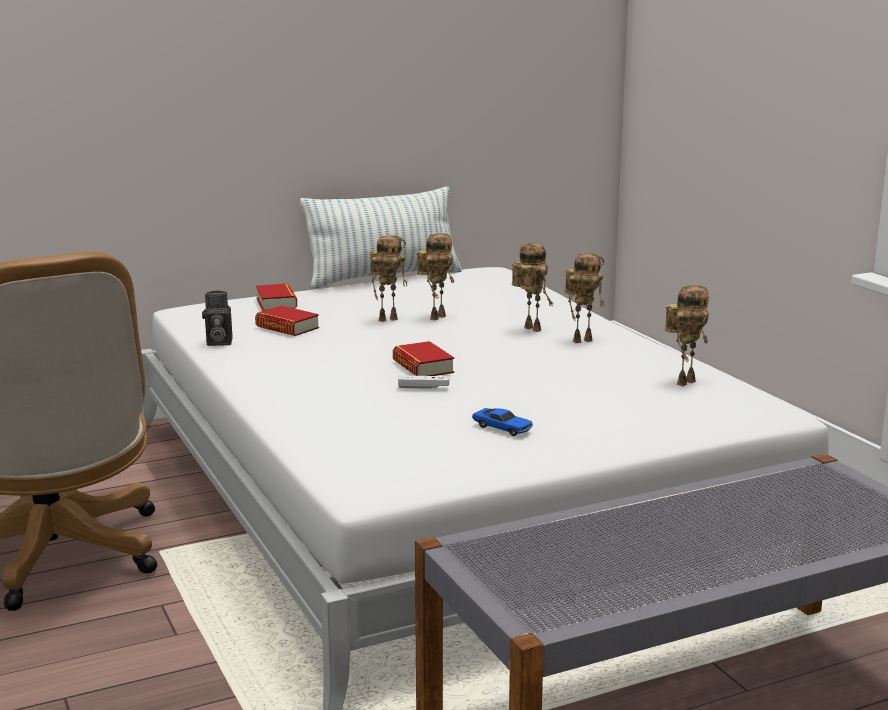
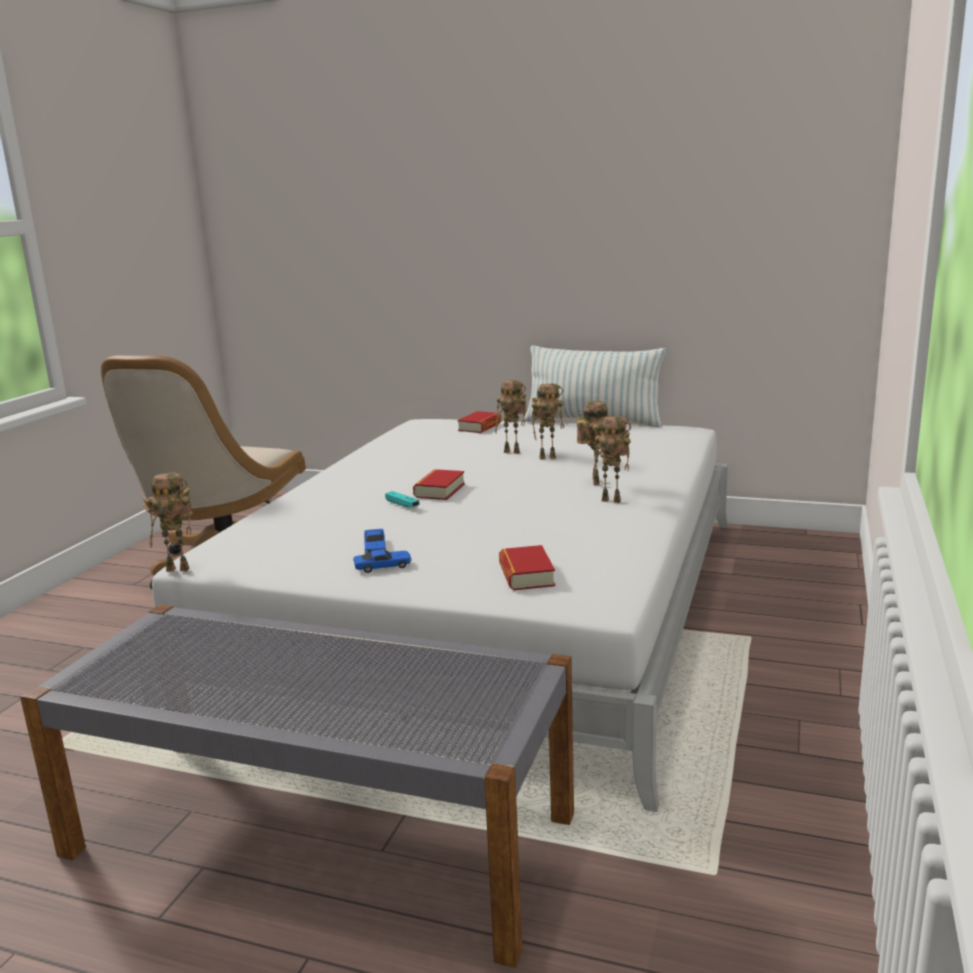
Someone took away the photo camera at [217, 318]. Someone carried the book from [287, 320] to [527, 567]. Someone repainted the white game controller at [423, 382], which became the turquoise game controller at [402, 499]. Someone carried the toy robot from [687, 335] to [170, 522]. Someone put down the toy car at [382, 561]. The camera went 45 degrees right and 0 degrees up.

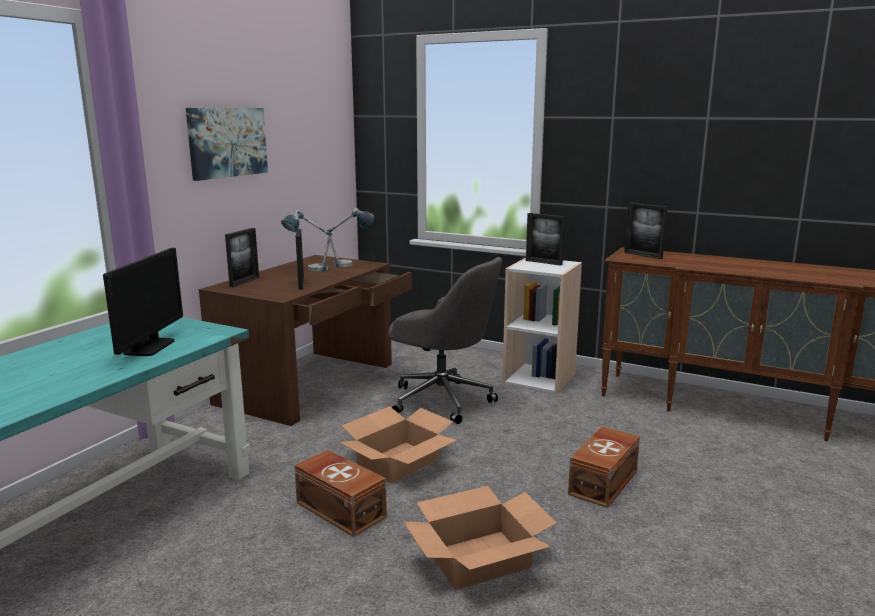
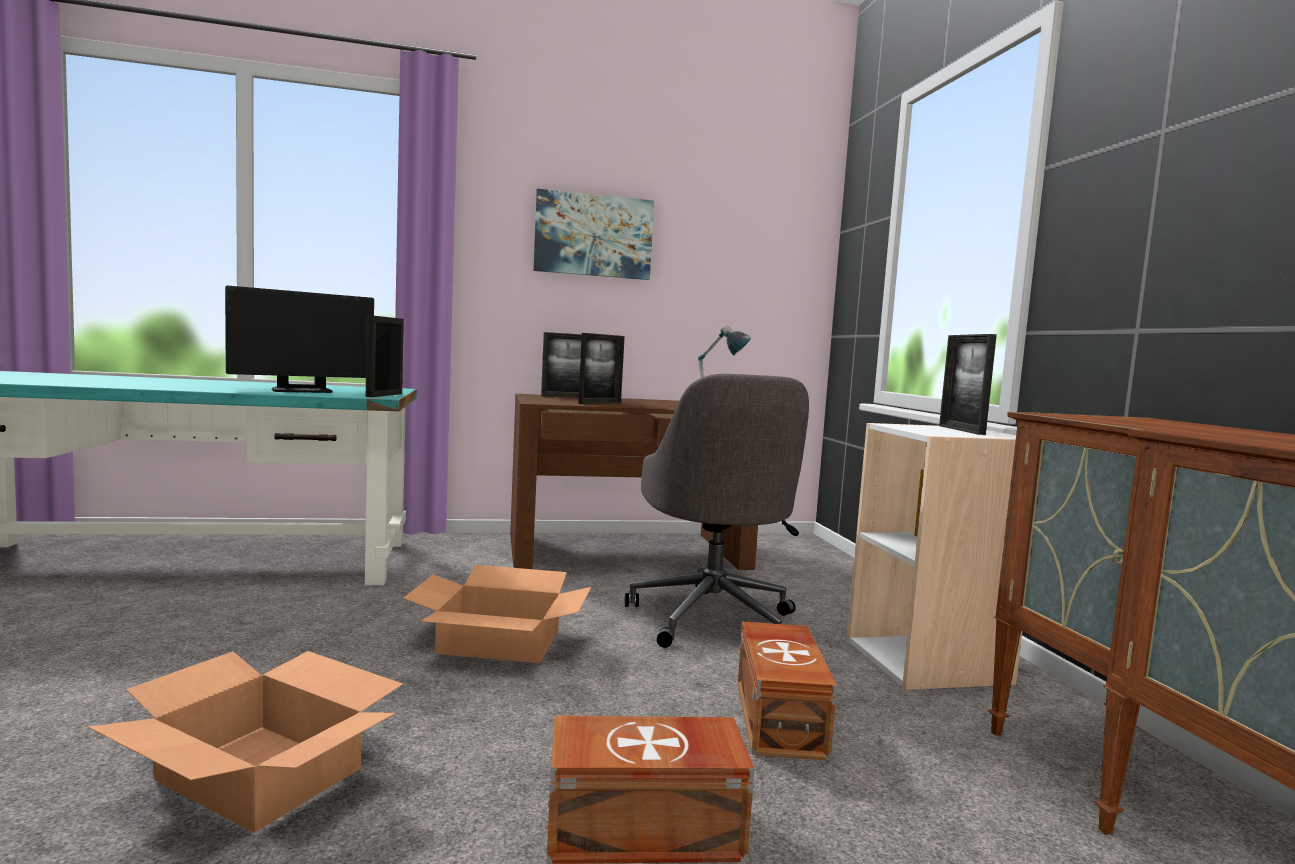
Someone took away the table lamp at [306, 241]. Someone carried the brown storage box from [340, 493] to [787, 691]. Someone carried the picture frame from [646, 230] to [385, 356]. The camera went 50 degrees right and 10 degrees down.

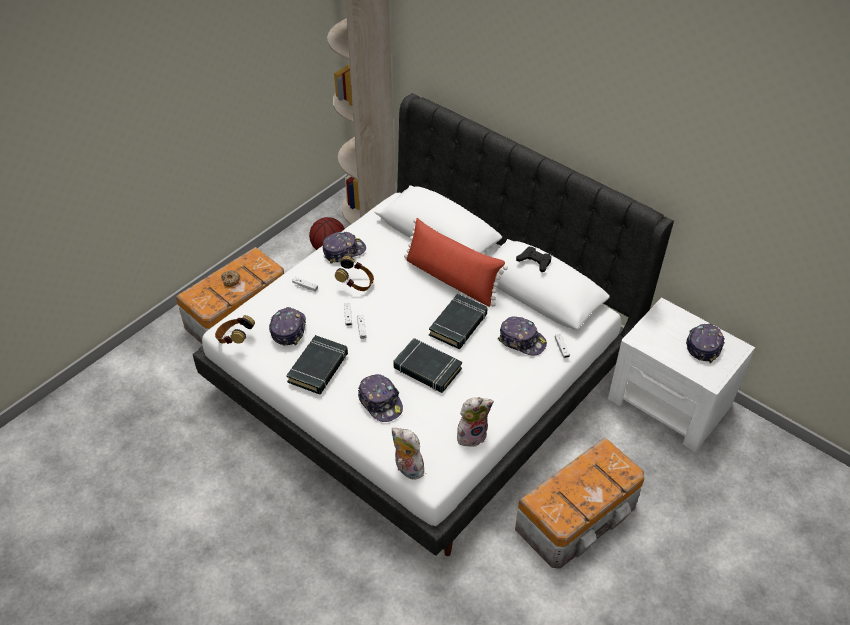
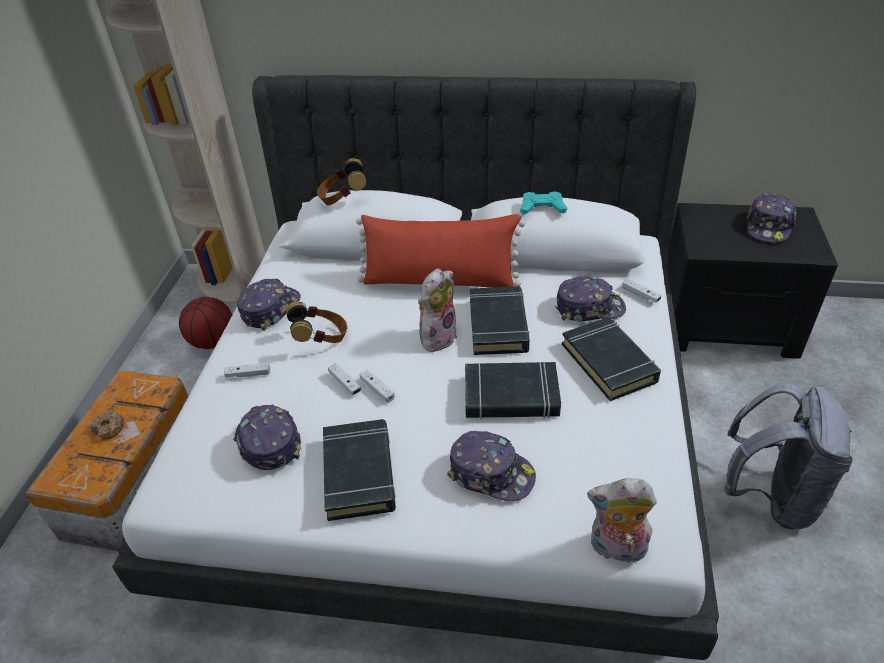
Someone carried the headphones from [235, 329] to [341, 182]. Someone carried the plush toy from [475, 422] to [437, 310]. Someone swapped the storage box at [579, 503] for the grey backpack at [788, 456]. Someone repainted the black game controller at [534, 259], which became the turquoise game controller at [543, 203]. Someone repainted the white nightstand at [681, 374], which became the black nightstand at [753, 281]. Someone rotated the cap at [705, 343] by 150 degrees counterclockwise. Someone put down the black book at [611, 359]. The camera went 30 degrees left and 5 degrees down.

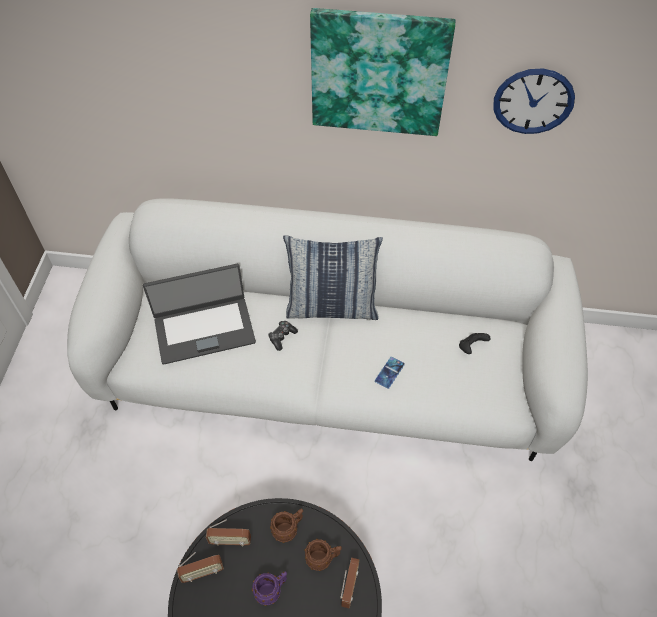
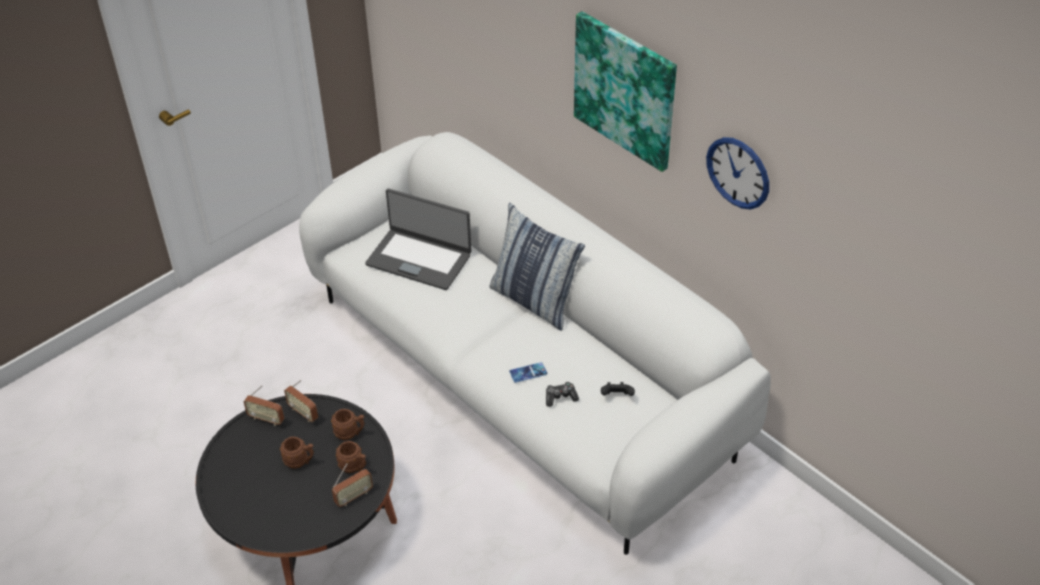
Someone repainted the purple mug at [269, 588], which became the brown mug at [297, 453]. Someone carried the game controller from [283, 336] to [562, 394]. The camera went 40 degrees right and 10 degrees down.

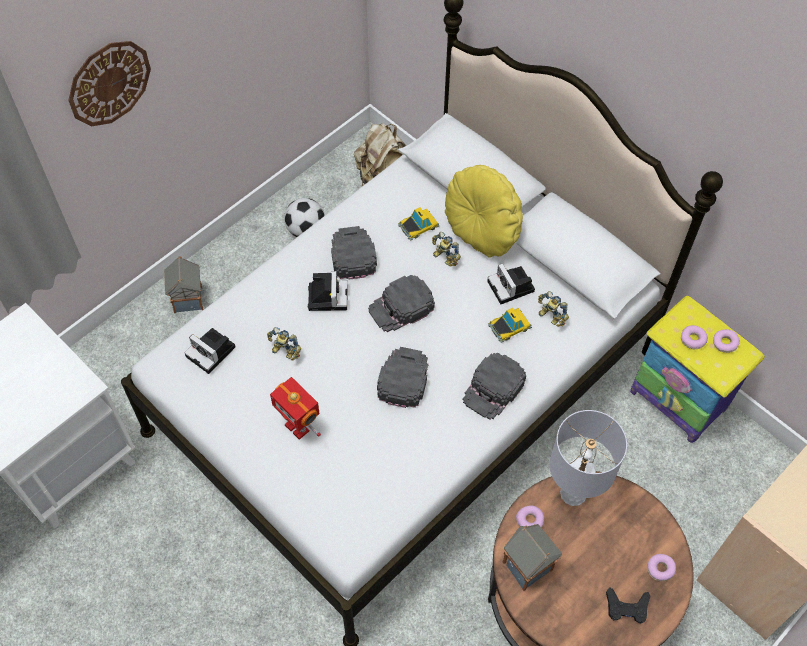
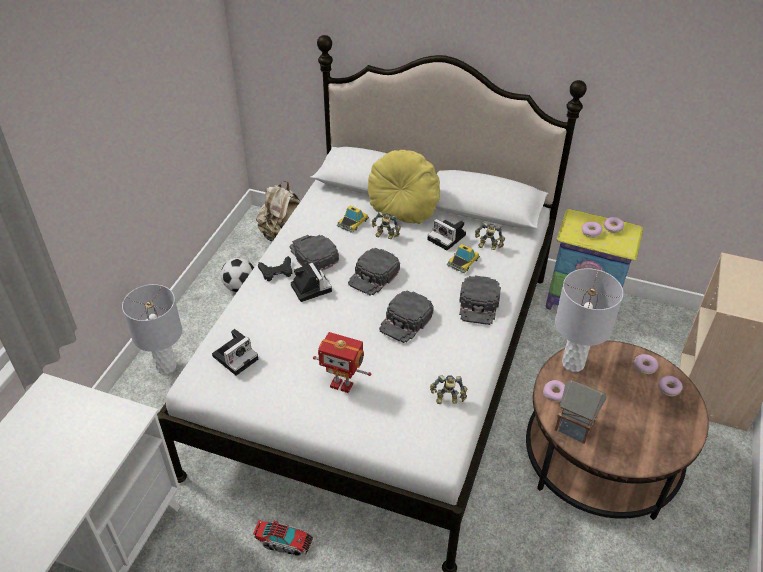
Someone took away the wall clock at [109, 83]. Someone swapped the toy house at [183, 284] for the grey table lamp at [152, 329]. Someone rotated the photo camera at [209, 351] by 60 degrees counterclockwise. Someone carried the toy robot from [284, 343] to [449, 389]. Someone rotated the black cap at [403, 377] by 135 degrees counterclockwise. Someone carried the black game controller from [628, 605] to [275, 268]. Someone put down the toy truck at [283, 538]. Someone put down the donut at [646, 364]. The camera went 25 degrees left and 15 degrees down.

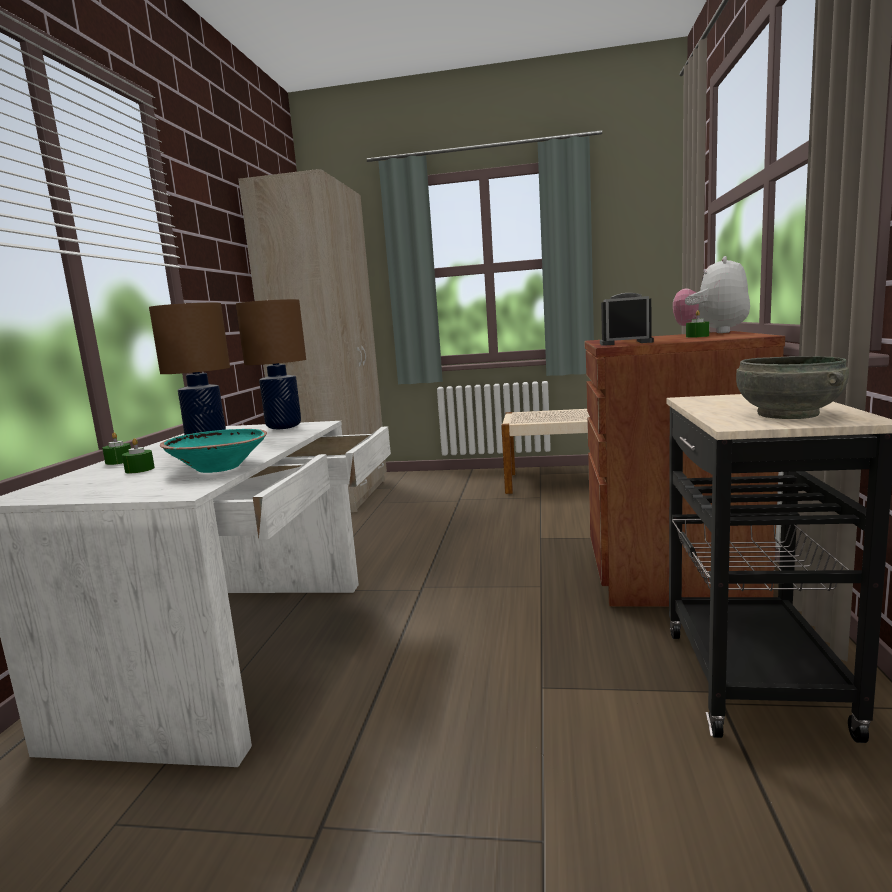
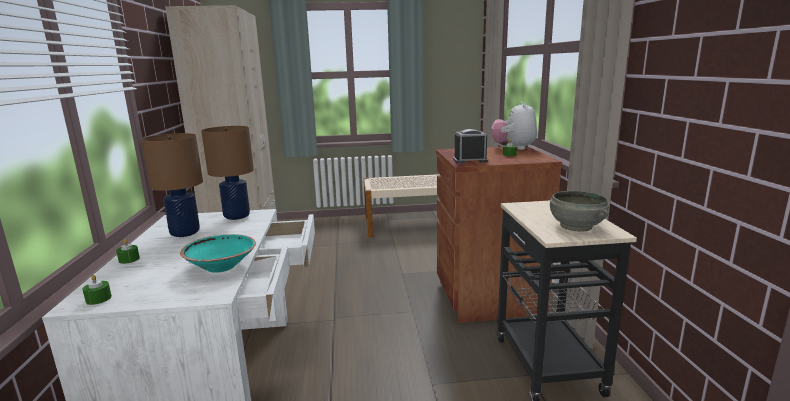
Someone carried the green candle from [138, 455] to [97, 290]. The camera went 15 degrees left and 5 degrees up.

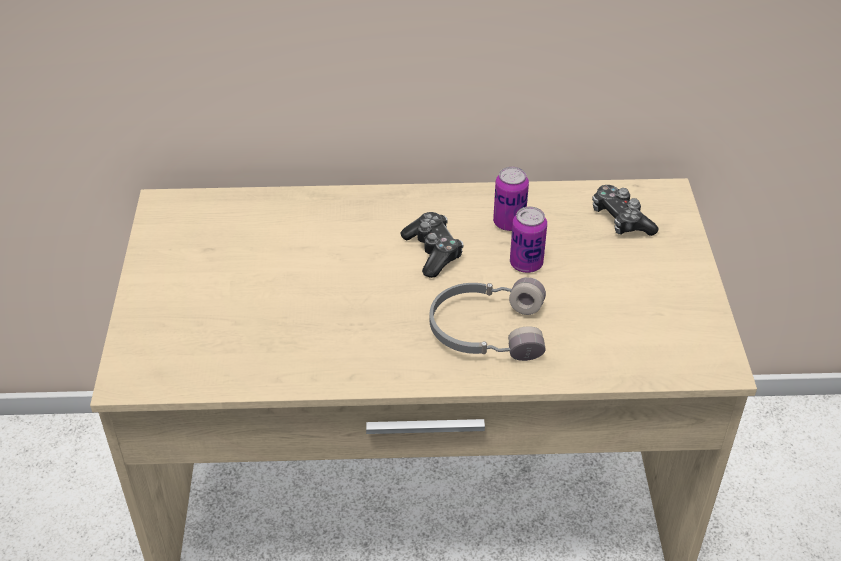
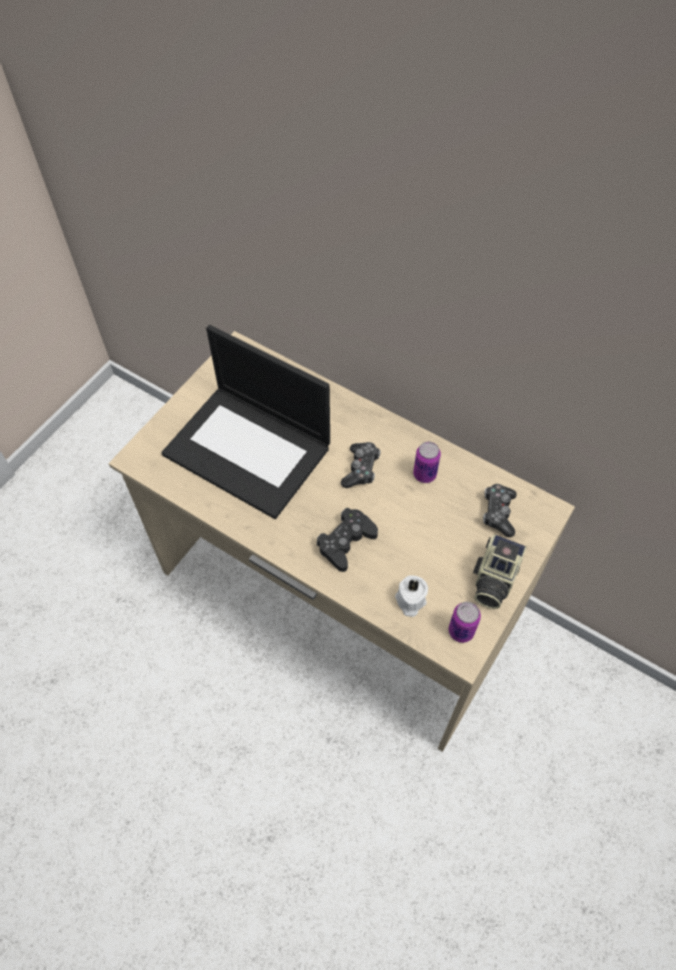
Someone swapped the grey headphones at [488, 319] for the black game controller at [347, 540]. Someone carried the can from [528, 239] to [465, 622]. Someone put down the laptop at [245, 422]. Someone put down the white candle at [411, 596]. Someone put down the photo camera at [500, 572]. The camera went 35 degrees right and 15 degrees up.

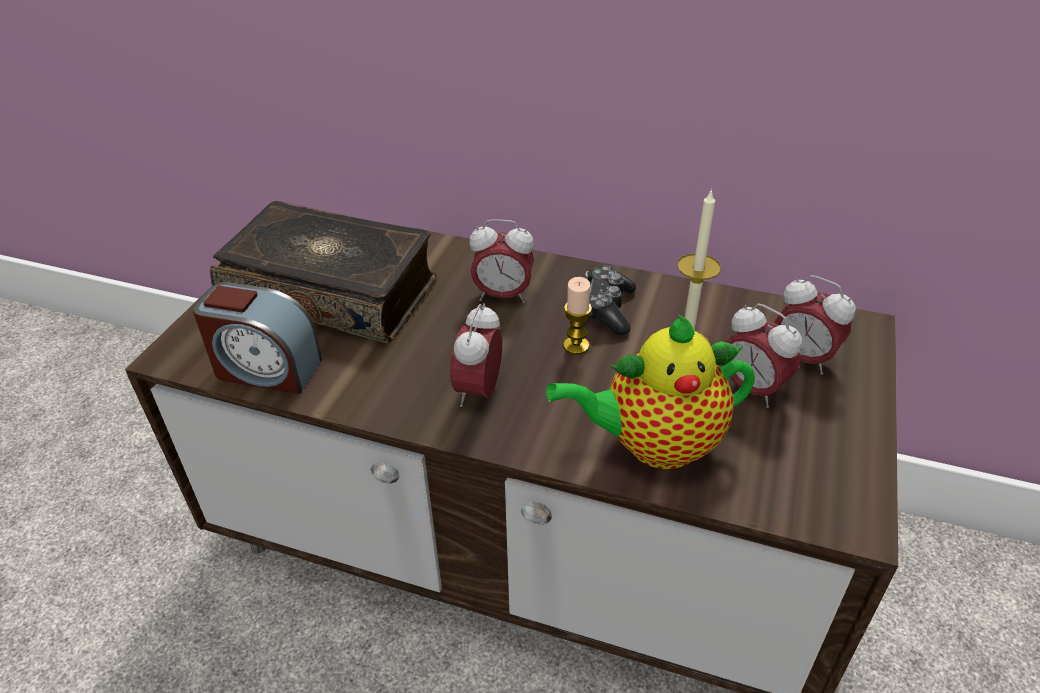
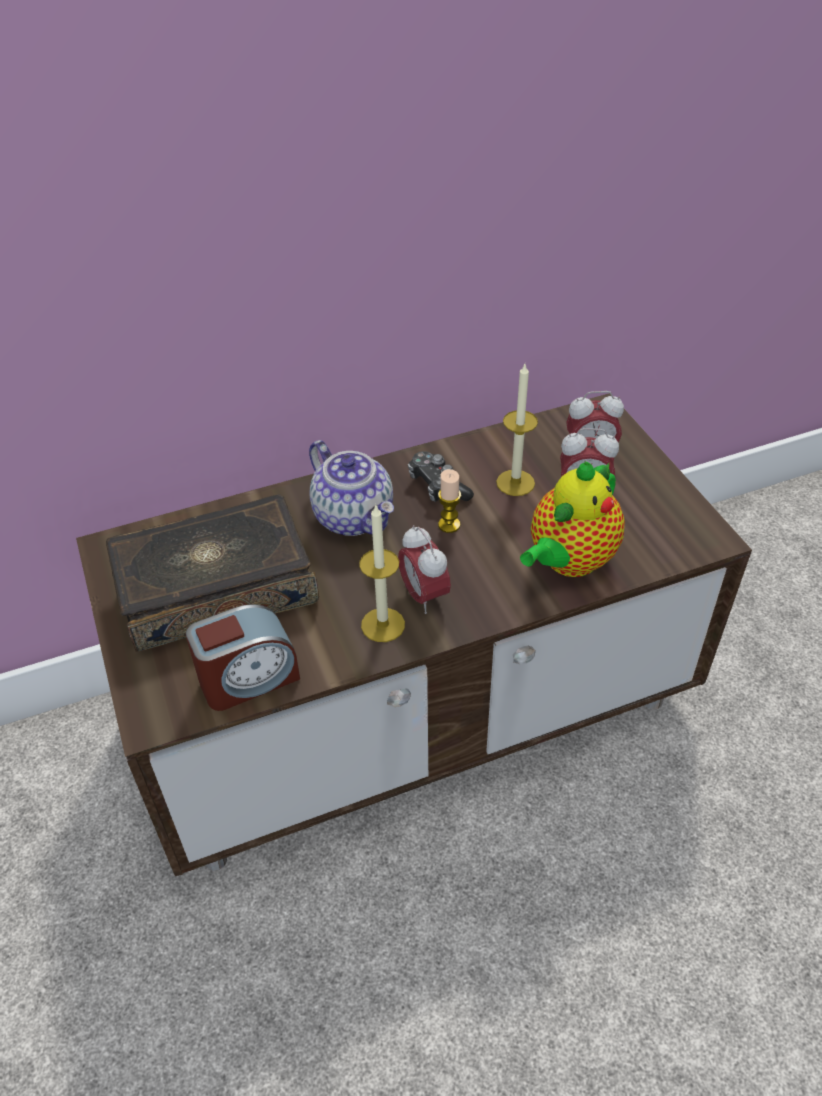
Someone swapped the alarm clock at [502, 261] for the teapot at [351, 488]. Someone put down the candle at [382, 573]. The camera went 40 degrees left and 5 degrees up.

